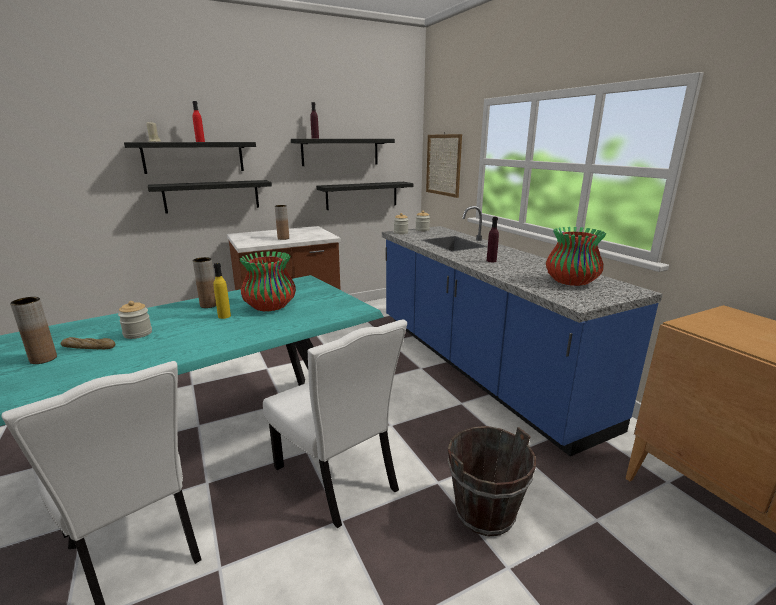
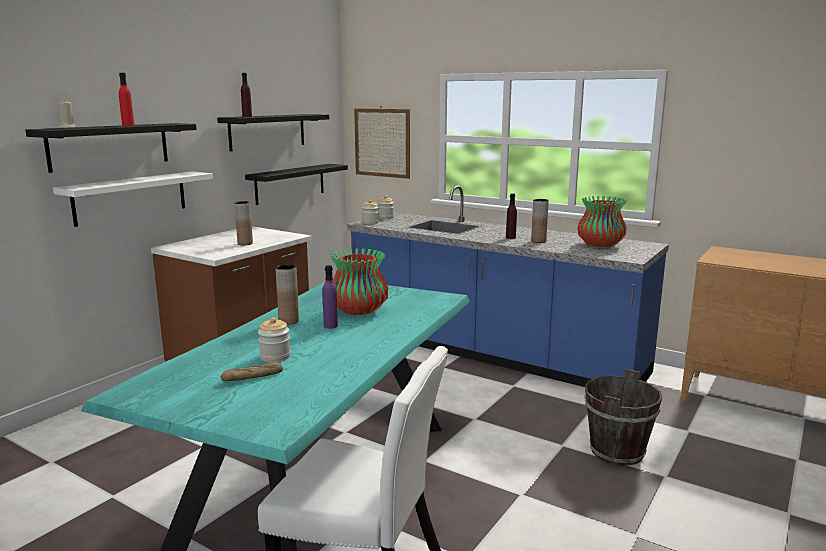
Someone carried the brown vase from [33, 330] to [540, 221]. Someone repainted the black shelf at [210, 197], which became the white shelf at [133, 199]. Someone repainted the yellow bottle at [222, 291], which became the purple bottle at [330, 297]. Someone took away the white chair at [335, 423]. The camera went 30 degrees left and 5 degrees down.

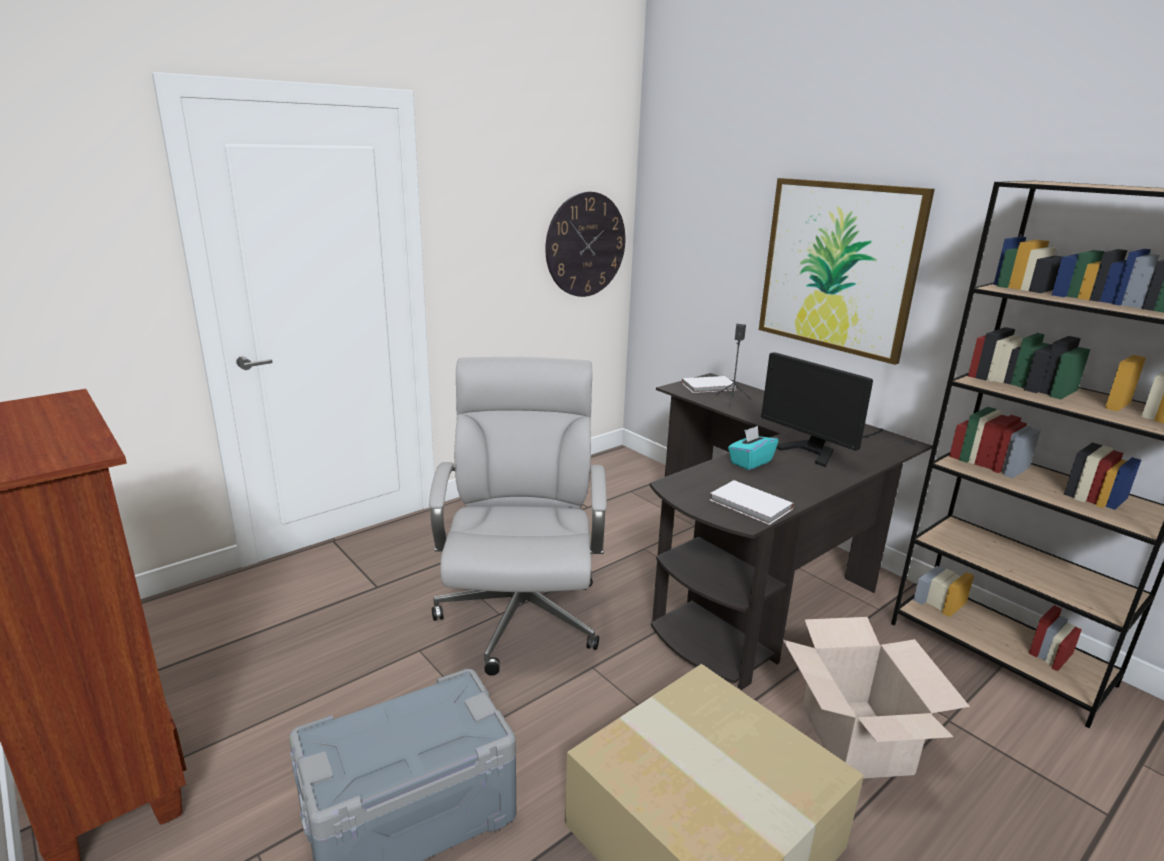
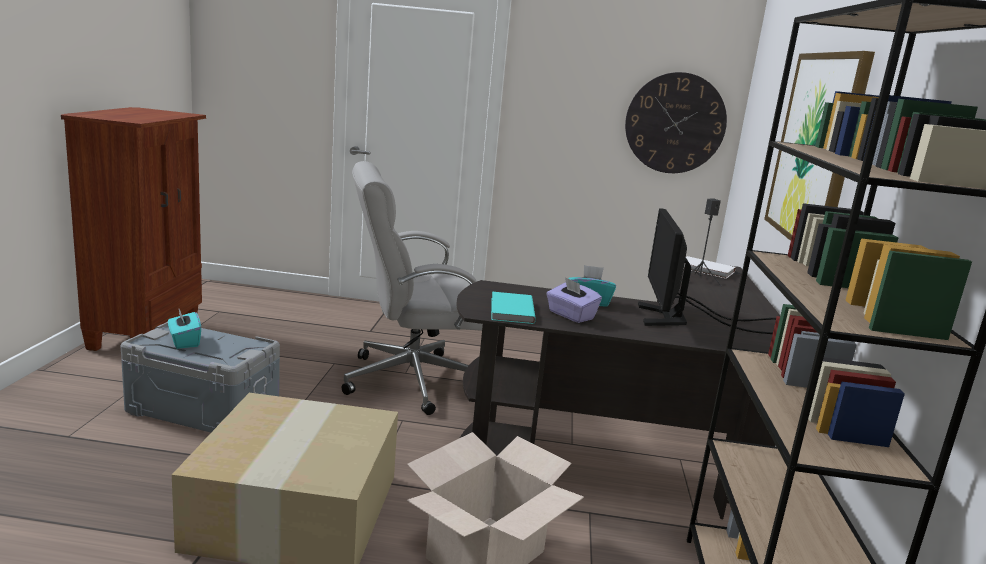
Someone rotated the grey office chair at [518, 516] by 150 degrees counterclockwise. Someone repainted the white book at [752, 502], which became the turquoise book at [513, 308]. Someone put down the turquoise tissue box at [184, 329]. Someone put down the purple tissue box at [574, 300]. The camera went 45 degrees right and 5 degrees down.

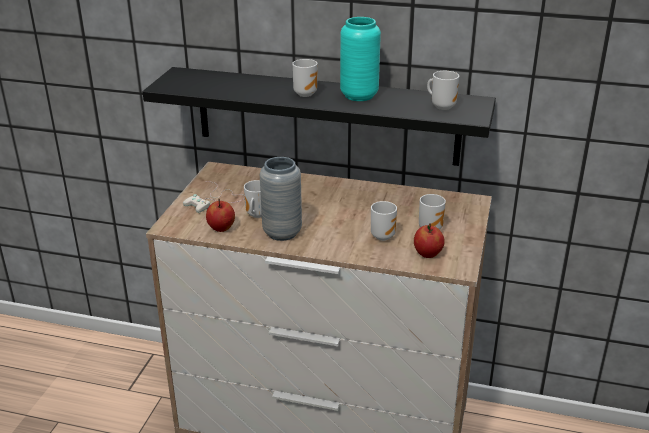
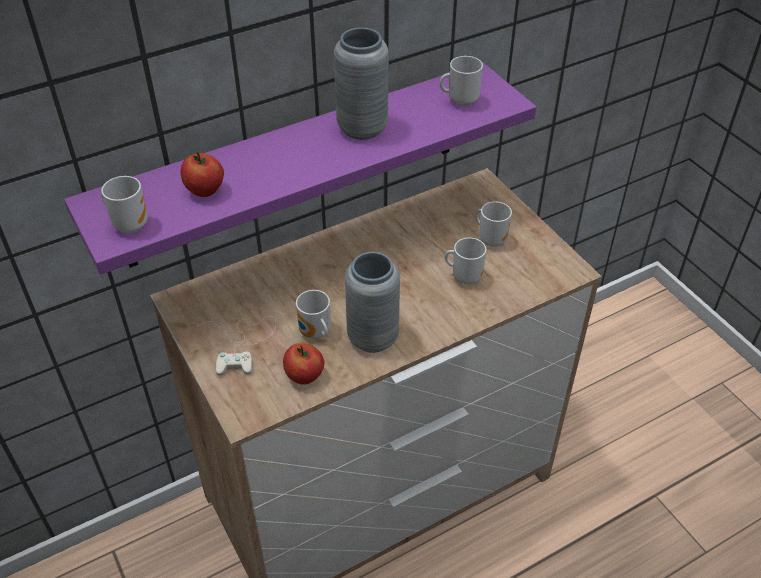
Someone repainted the black shelf at [319, 116], which became the purple shelf at [300, 168]. Someone carried the mug from [304, 78] to [124, 204]. Someone repainted the turquoise vase at [360, 59], which became the grey vase at [361, 83]. Someone carried the apple from [429, 240] to [202, 174]. The camera went 45 degrees left and 15 degrees up.

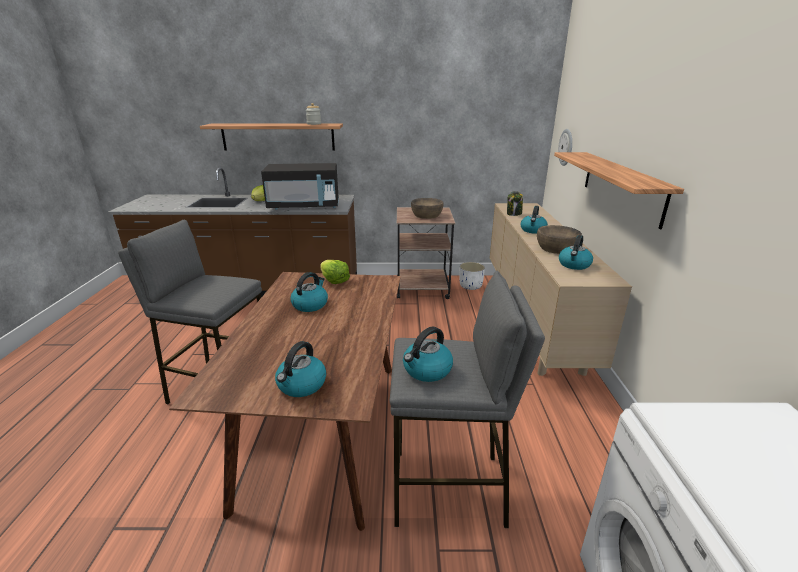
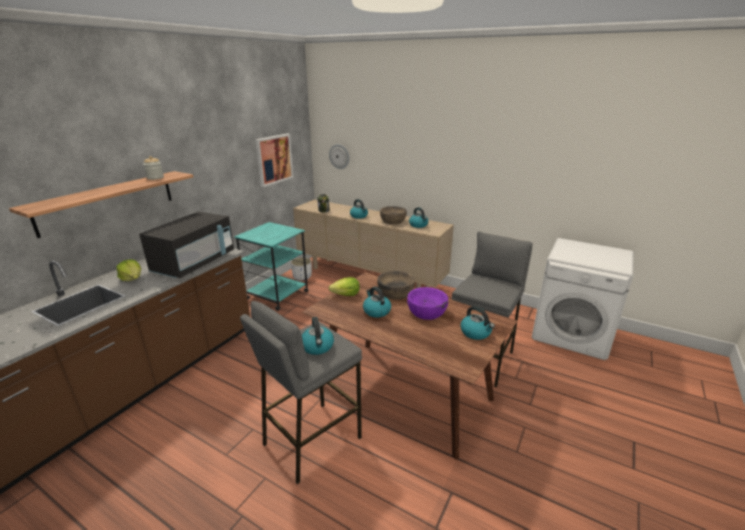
Someone repainted the brown cart at [426, 253], which became the turquoise cart at [271, 266]. Someone carried the kettle from [428, 354] to [318, 336]. Someone carried the brown bowl from [427, 208] to [396, 285]. Someone took away the shelf at [619, 190]. Someone put up the picture at [274, 160]. Someone put down the purple bowl at [427, 303]. The camera went 60 degrees left and 0 degrees up.

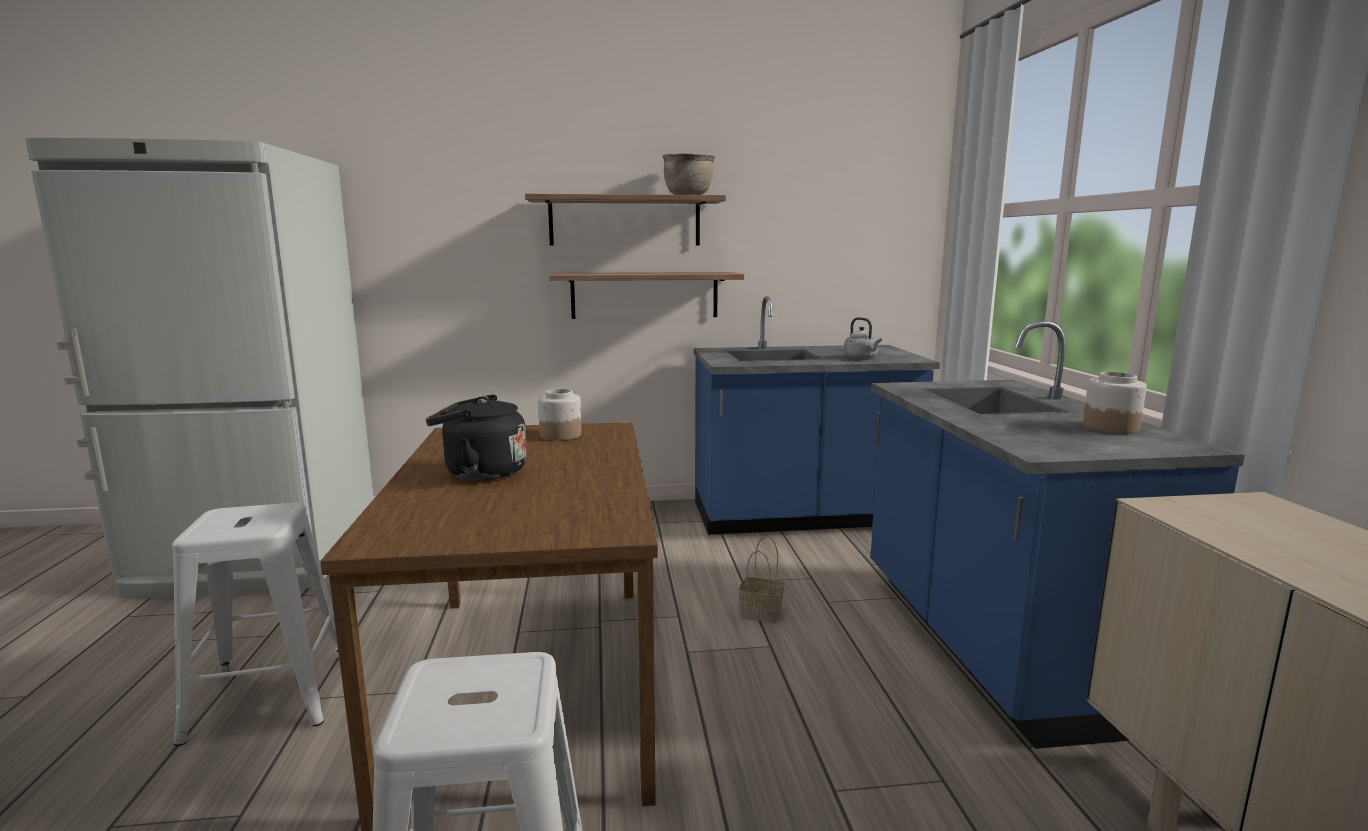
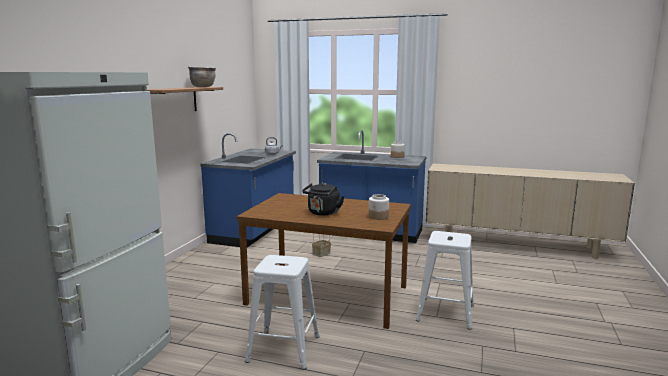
Someone carried the jar from [560, 415] to [379, 207]. Someone took away the shelf at [647, 295]. The camera went 65 degrees left and 0 degrees up.

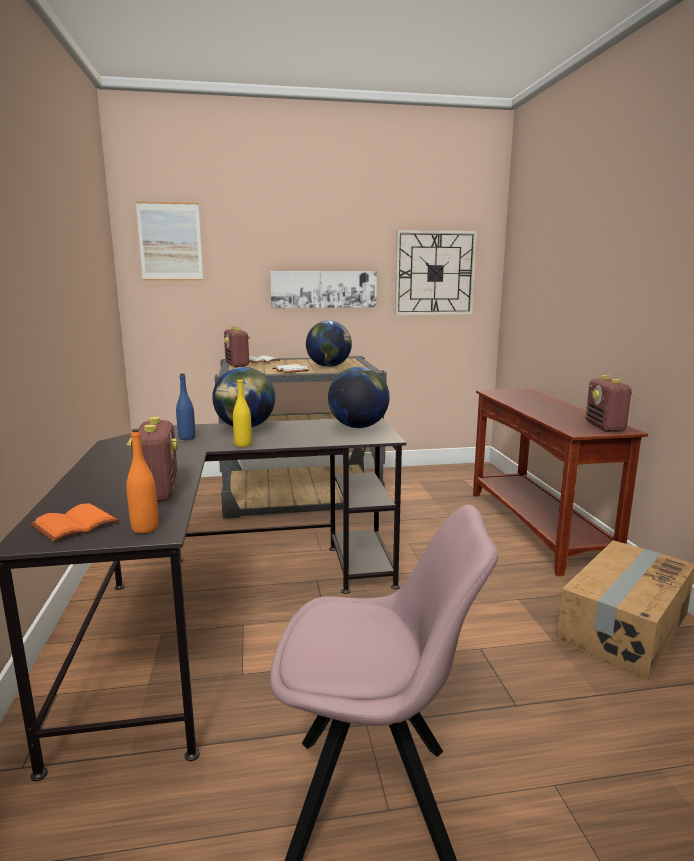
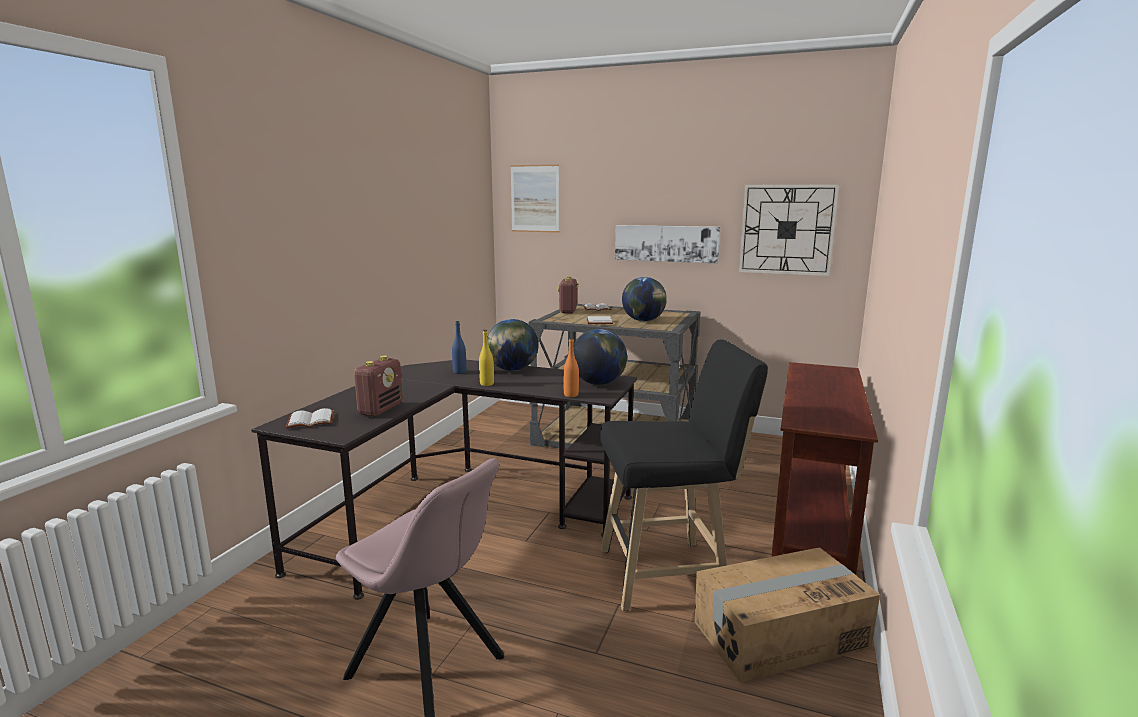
Someone repainted the orange book at [74, 522], which became the white book at [310, 418]. Someone carried the orange bottle from [142, 481] to [571, 367]. Someone took away the radio at [610, 403]. Someone put down the black stool at [684, 475]. The camera went 30 degrees right and 0 degrees up.

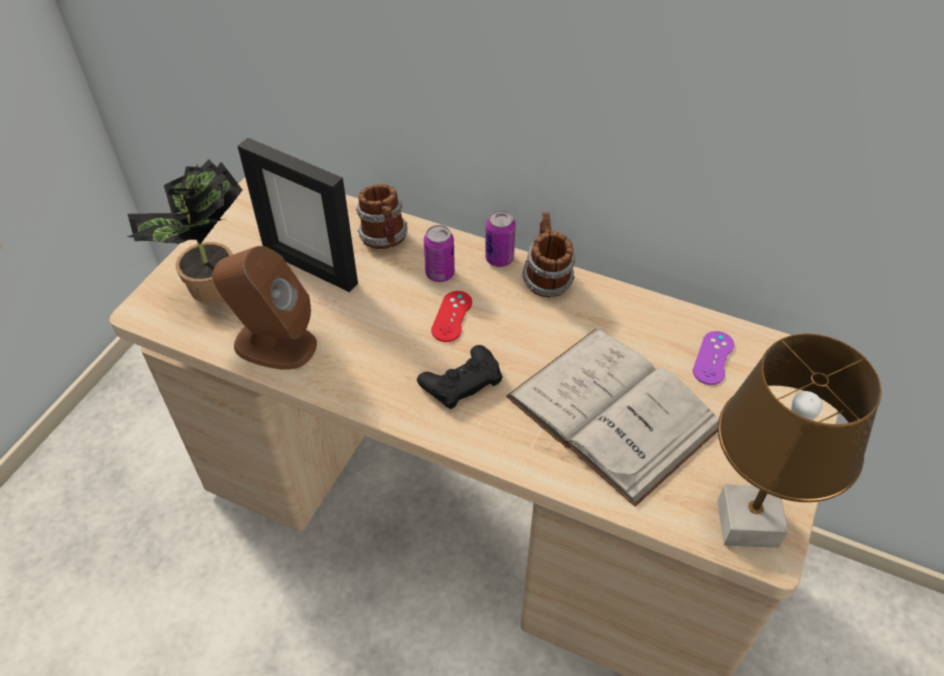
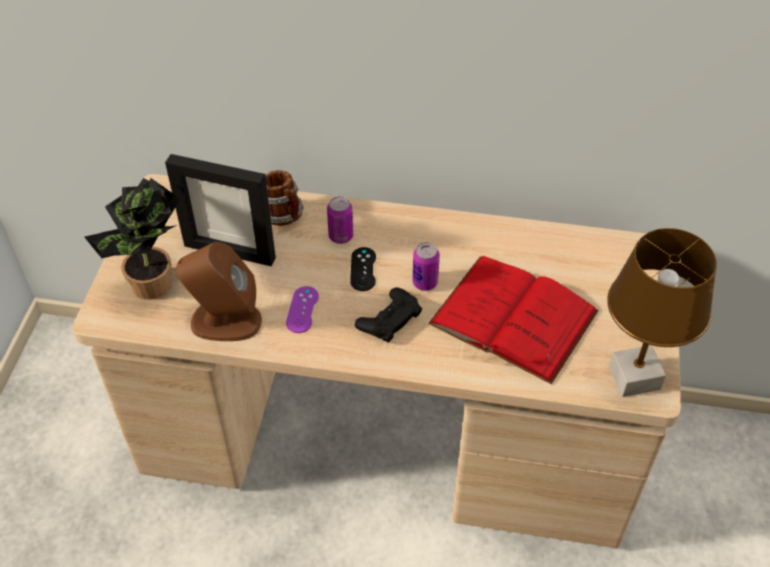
Someone repainted the red game controller at [451, 316], which became the black game controller at [363, 269]. Someone carried the can from [500, 238] to [426, 266]. Someone repainted the white book at [612, 417], which became the red book at [513, 320]. Someone took away the mug at [549, 254]. Someone carried the purple game controller from [713, 358] to [302, 309]. The camera went 15 degrees left and 0 degrees up.

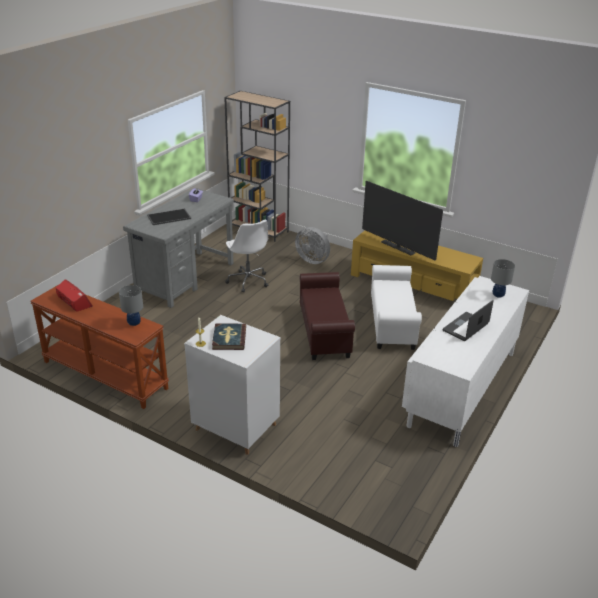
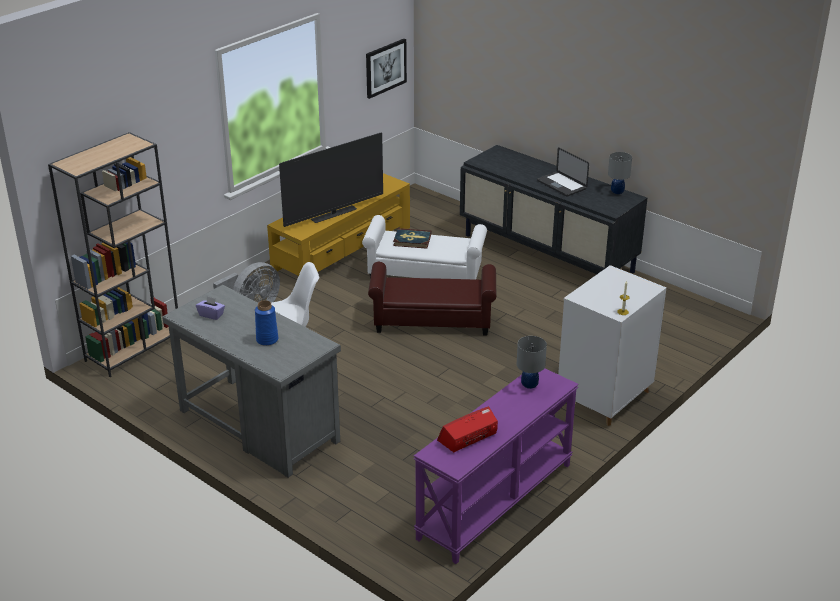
Someone repainted the brown console table at [99, 347], which became the purple console table at [496, 466]. Someone swapped the tray at [169, 217] for the blue vase at [266, 323]. Someone carried the book from [229, 336] to [412, 238]. Someone repainted the white cabinet at [465, 361], which became the black cabinet at [553, 209]. Someone carried the grey table lamp from [503, 278] to [620, 173]. Someone put up the picture at [386, 69]. The camera went 80 degrees left and 0 degrees up.

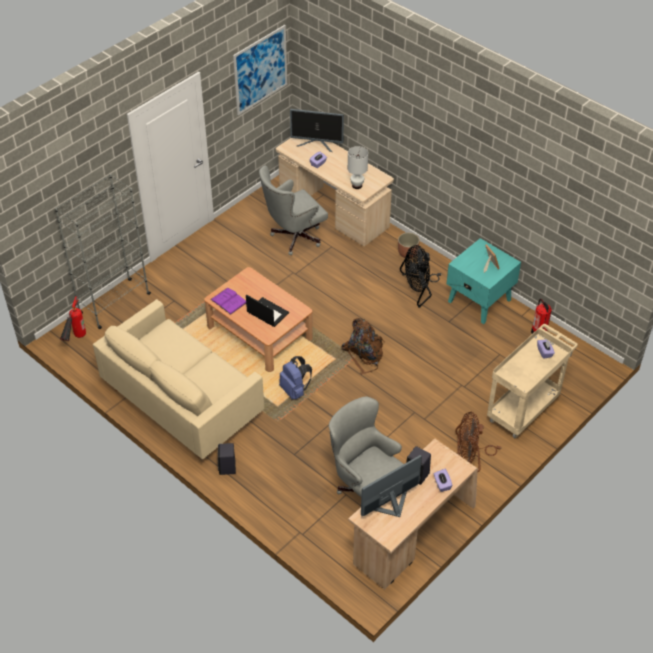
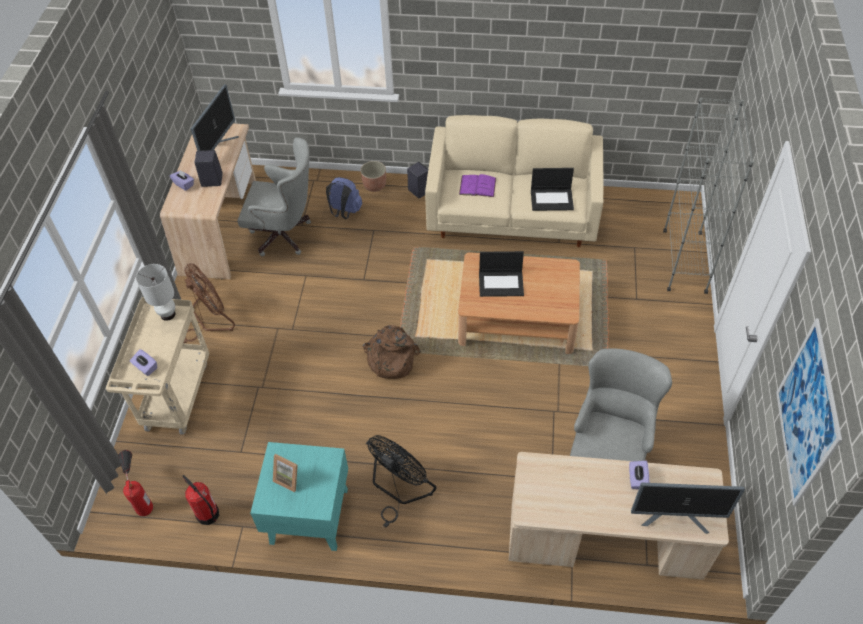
Someone carried the fire extinguisher from [73, 318] to [135, 483]. Someone carried the purple book from [228, 301] to [477, 185]. Someone carried the blue backpack from [295, 378] to [344, 198]. Someone rotated the monitor at [317, 130] by 150 degrees counterclockwise. Someone carried the white table lamp from [358, 167] to [155, 292]. Someone carried the planter from [409, 245] to [373, 176]. Someone put down the laptop at [552, 189]. The camera went 145 degrees right and 5 degrees up.

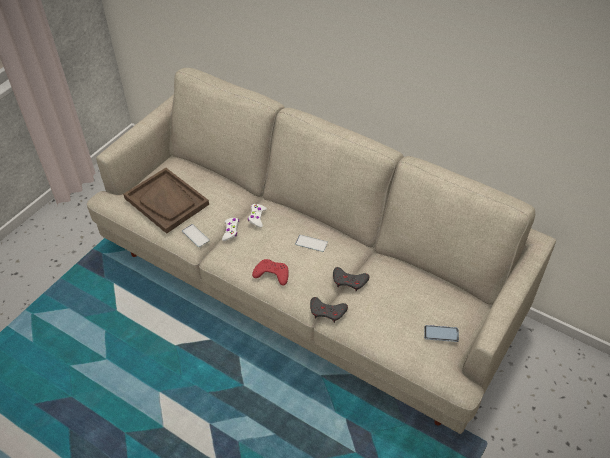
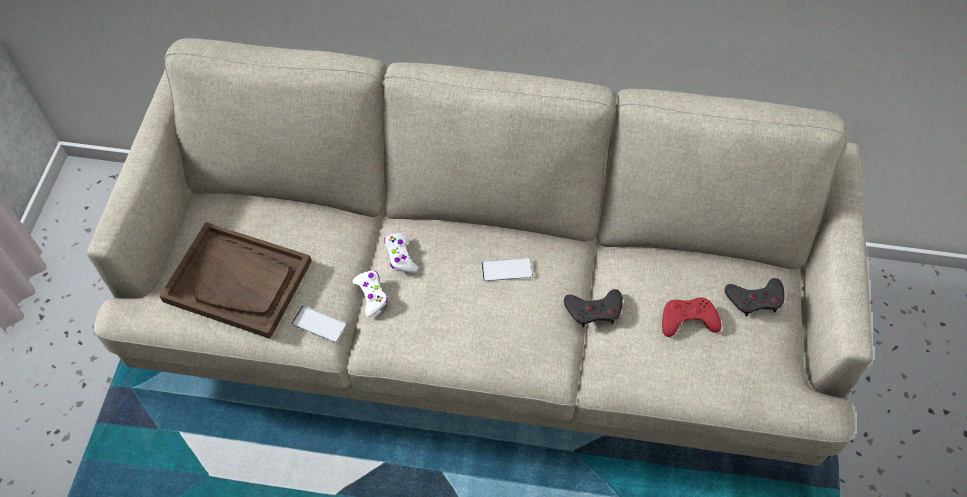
Someone carried the red game controller from [270, 272] to [691, 317]. Someone carried the grey game controller from [329, 310] to [754, 297]. Someone took away the phone at [441, 333]. The camera went 25 degrees left and 10 degrees up.

